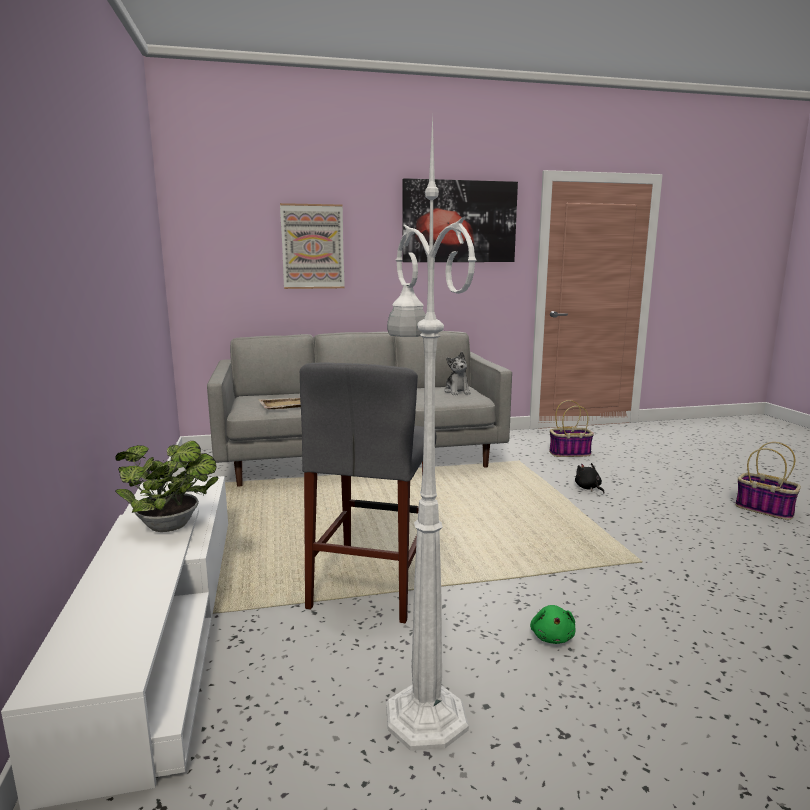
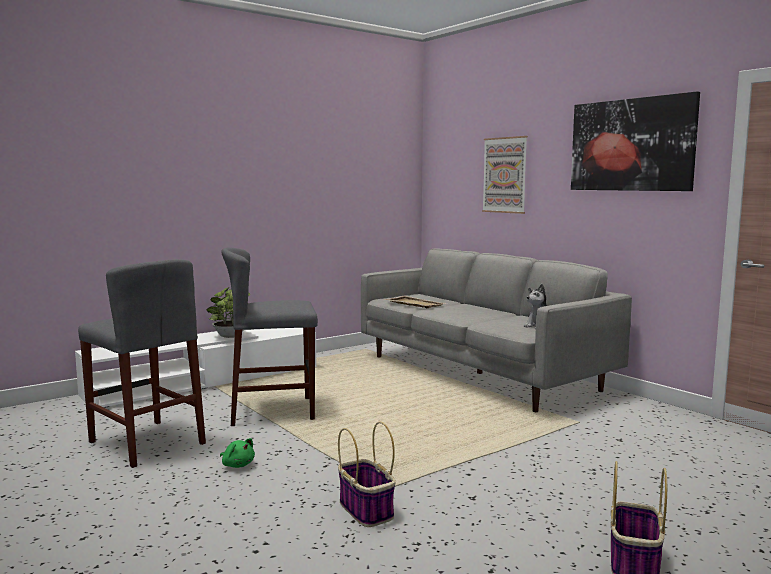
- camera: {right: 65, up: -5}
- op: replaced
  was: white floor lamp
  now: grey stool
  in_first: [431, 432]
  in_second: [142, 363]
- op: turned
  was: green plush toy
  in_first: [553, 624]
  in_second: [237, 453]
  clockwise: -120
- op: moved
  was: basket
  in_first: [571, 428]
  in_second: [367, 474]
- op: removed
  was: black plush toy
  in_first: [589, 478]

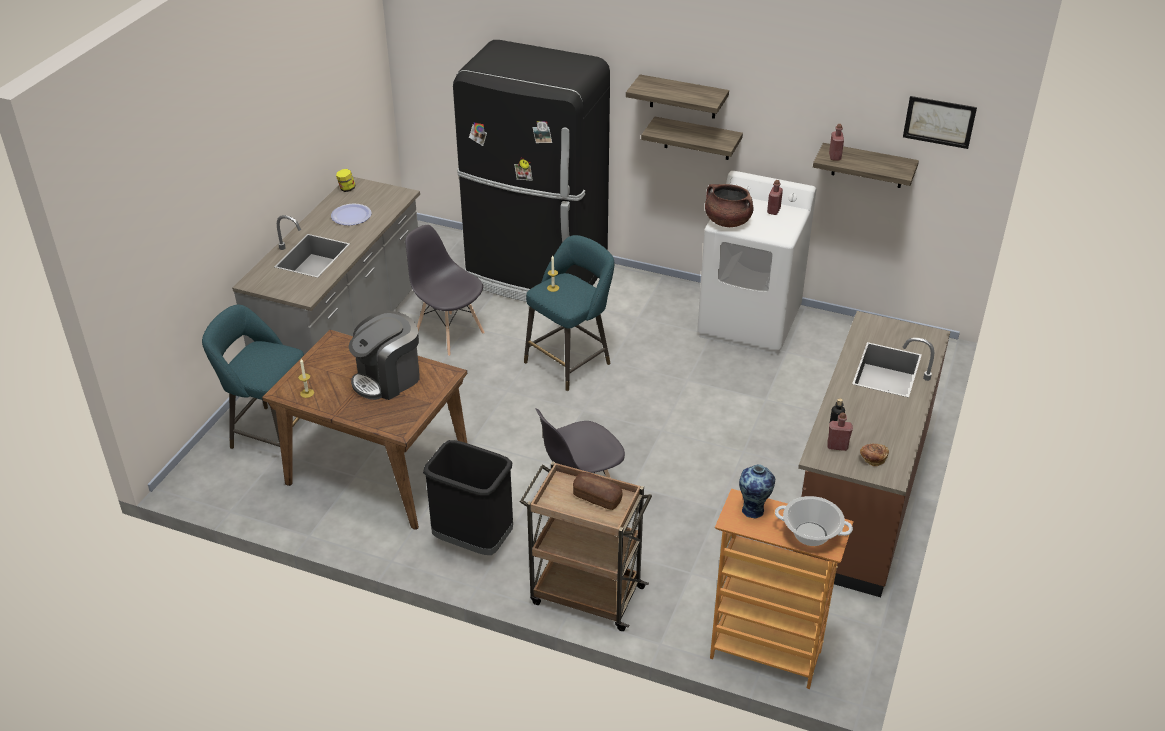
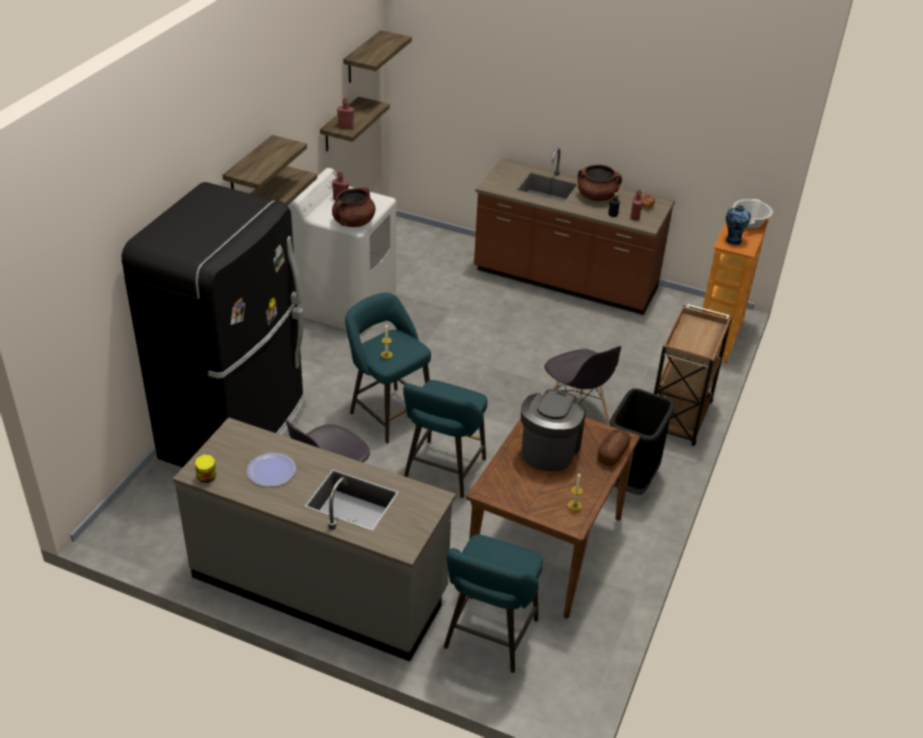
- camera: {right: -90, up: 0}
- op: turned
  was: coffee machine
  in_first: [384, 355]
  in_second: [553, 430]
  clockwise: -120
- op: moved
  was: bread
  in_first: [598, 491]
  in_second: [614, 448]
- op: replaced
  was: picture
  now: shelf
  in_first: [940, 122]
  in_second: [377, 56]
- op: added
  now: turquoise stool
  in_second: [445, 439]
- op: added
  now: brown cooking pot
  in_second: [600, 183]

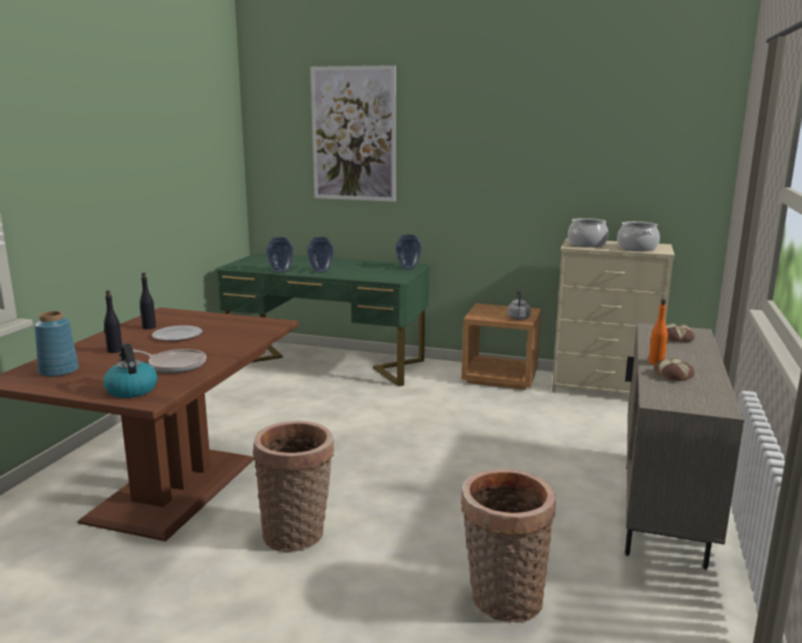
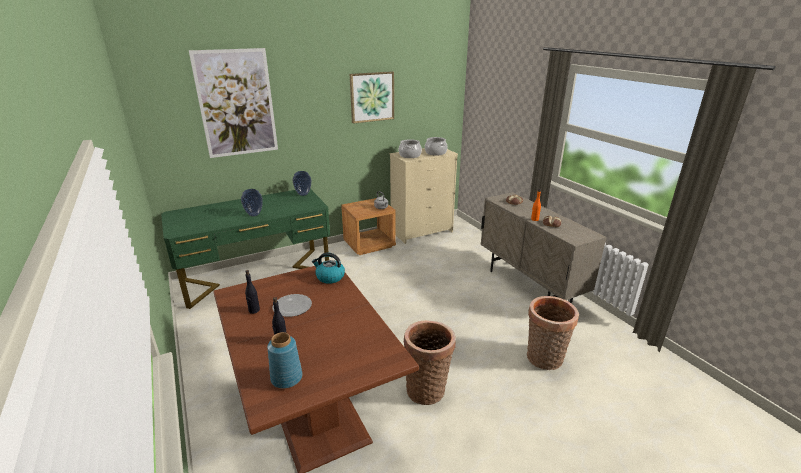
- camera: {right: -45, up: 10}
- op: moved
  was: kettle
  in_first: [130, 370]
  in_second: [328, 268]
- op: removed
  was: frying pan
  in_first: [169, 361]
- op: removed
  was: vase
  in_first: [280, 255]
- op: added
  now: picture
  in_second: [372, 97]

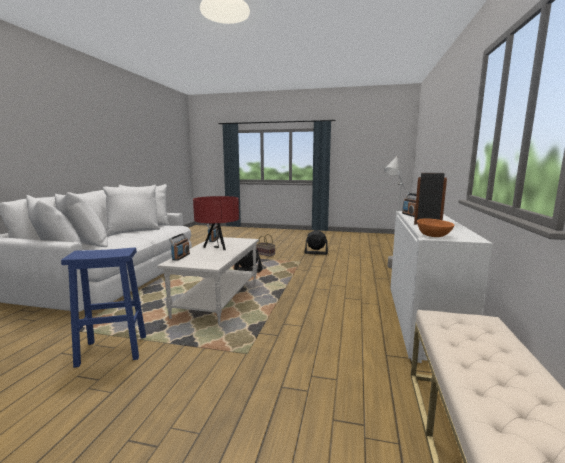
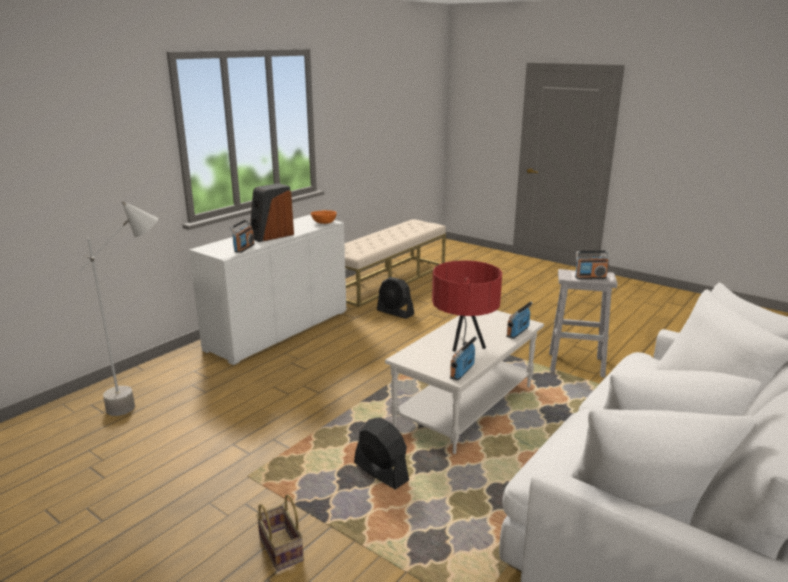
- camera: {right: -155, up: 10}
- op: recoloured
  was: blue stool
  now: white stool
  in_first: [103, 307]
  in_second: [583, 323]
- op: moved
  was: black fan
  in_first: [316, 242]
  in_second: [395, 298]
- op: added
  now: radio
  in_second: [592, 264]

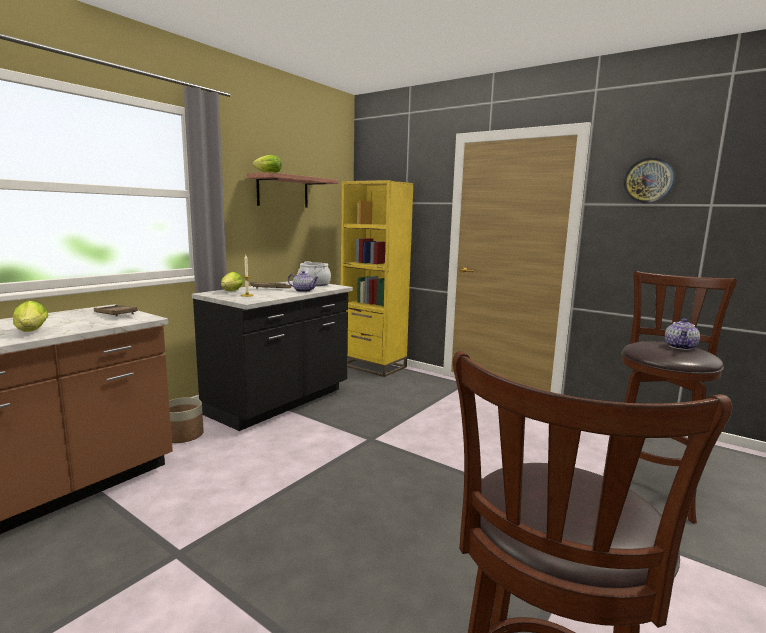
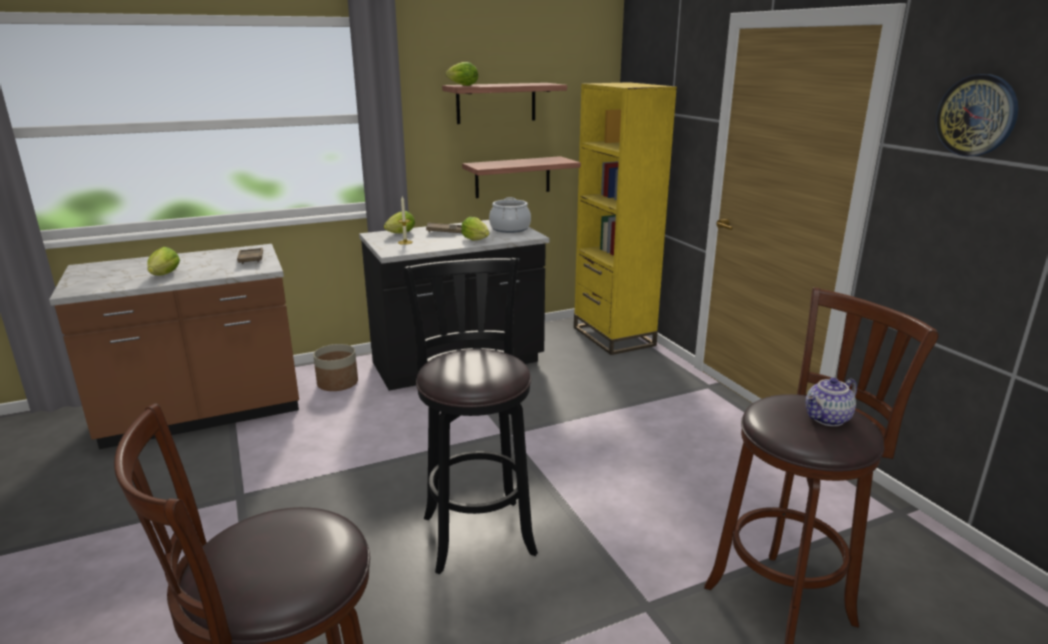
- camera: {right: 30, up: 10}
- op: replaced
  was: teapot
  now: lettuce
  in_first: [303, 281]
  in_second: [475, 229]
- op: added
  now: black stool
  in_second: [470, 416]
- op: added
  now: shelf
  in_second: [521, 177]

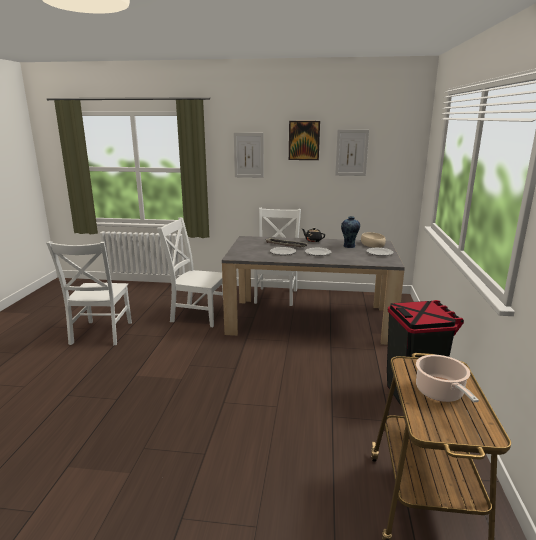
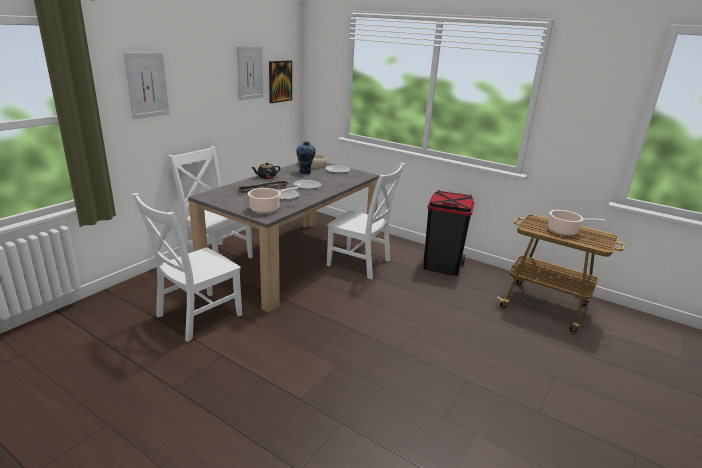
- camera: {right: -65, up: 5}
- op: moved
  was: white chair
  in_first: [89, 293]
  in_second: [366, 221]
- op: moved
  was: picture
  in_first: [304, 140]
  in_second: [280, 81]
- op: added
  now: cooking pot
  in_second: [273, 200]

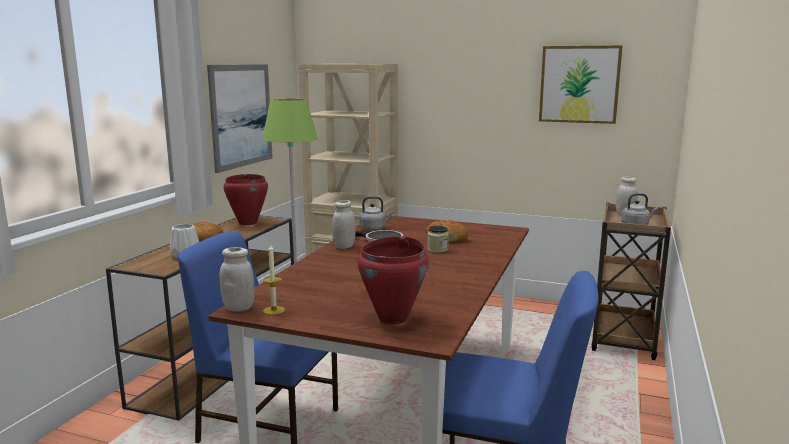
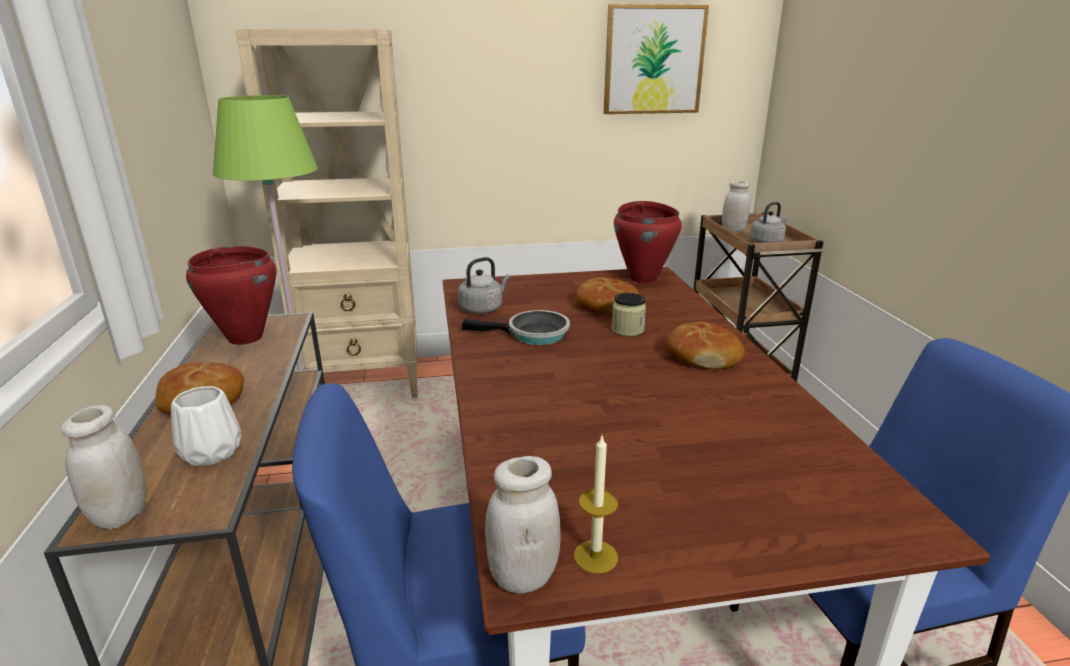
- camera: {right: -30, up: 10}
- op: removed
  was: picture
  in_first: [240, 118]
- op: moved
  was: white jar
  in_first: [344, 224]
  in_second: [103, 467]
- op: moved
  was: red cooking pot
  in_first: [393, 280]
  in_second: [648, 242]
- op: added
  now: bread
  in_second: [706, 345]

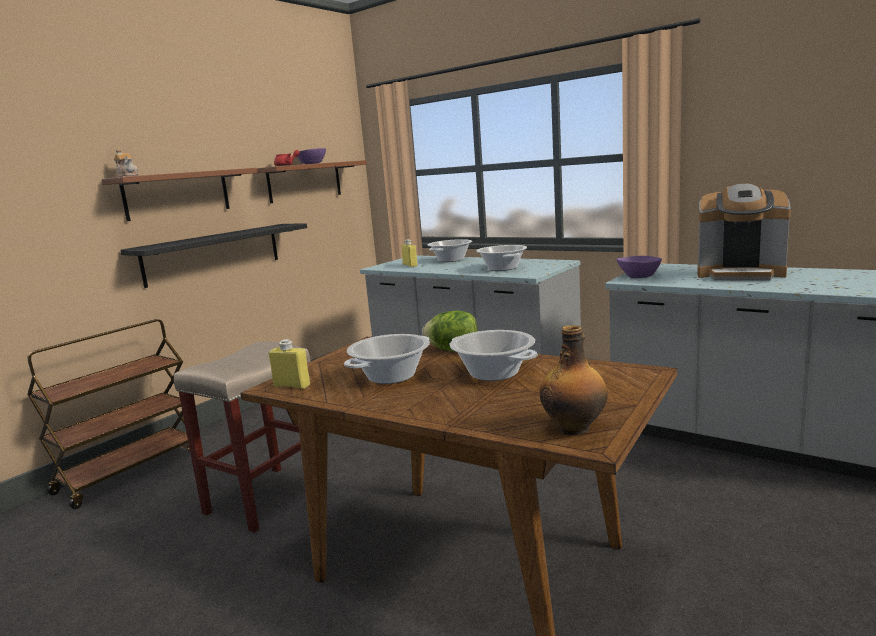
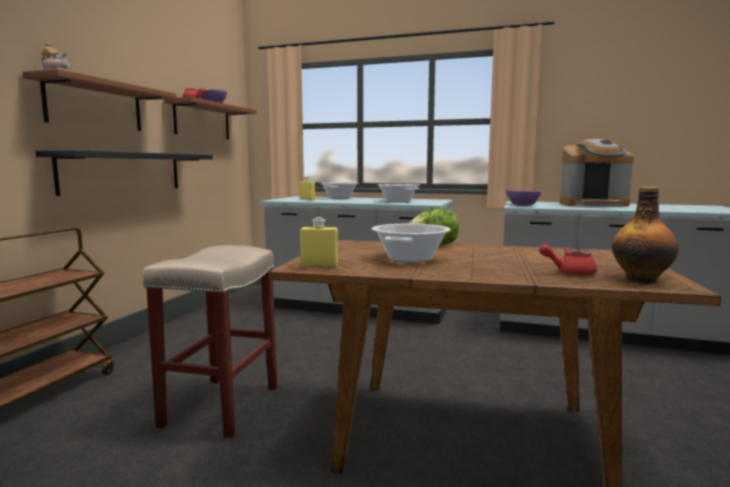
- camera: {right: -20, up: -5}
- op: removed
  was: cooking pot
  in_first: [493, 355]
- op: added
  now: red teapot
  in_second: [568, 260]

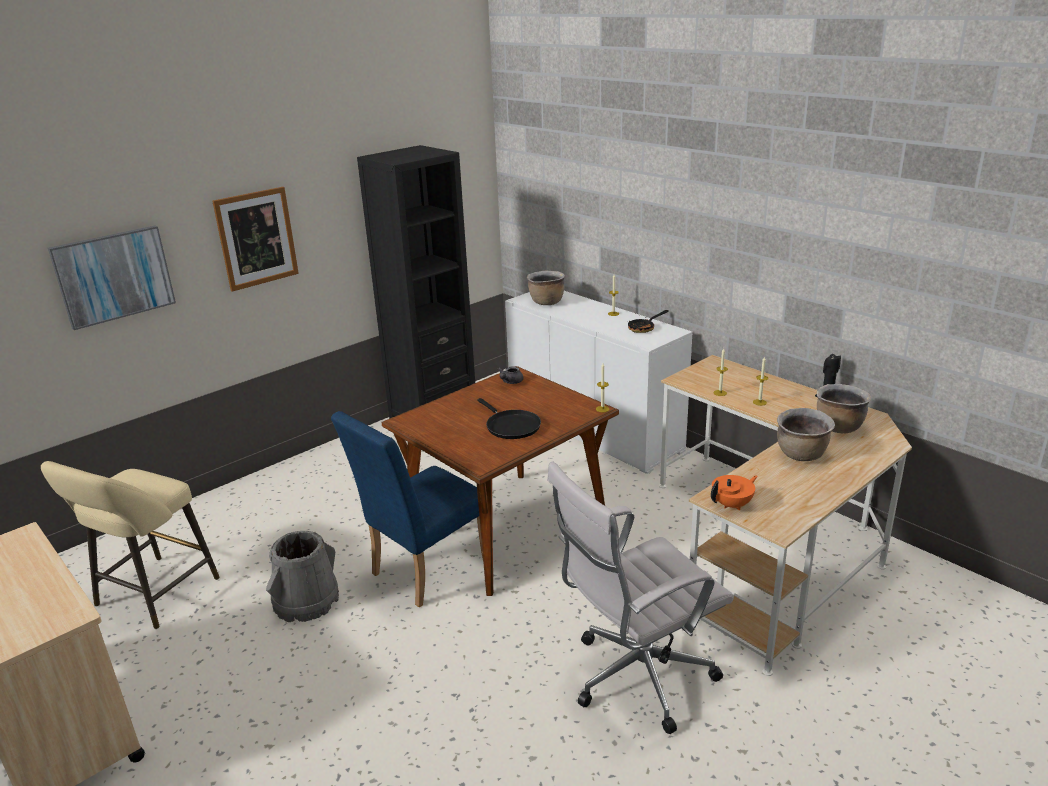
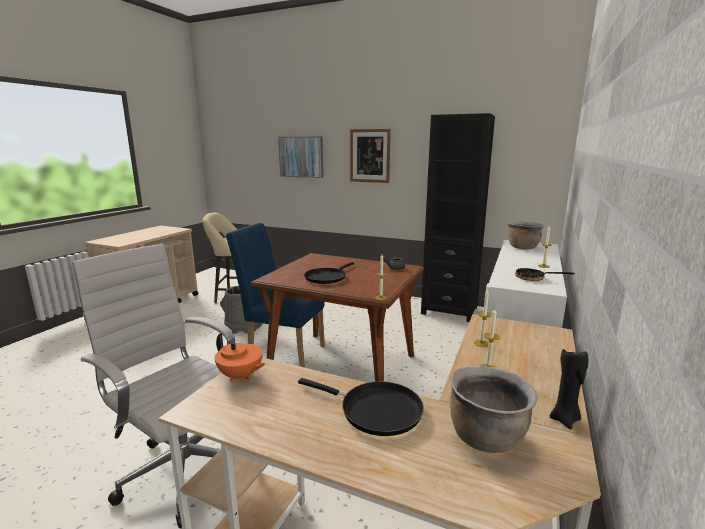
- camera: {right: 65, up: -10}
- op: replaced
  was: brown cooking pot
  now: black frying pan
  in_first: [806, 434]
  in_second: [361, 407]

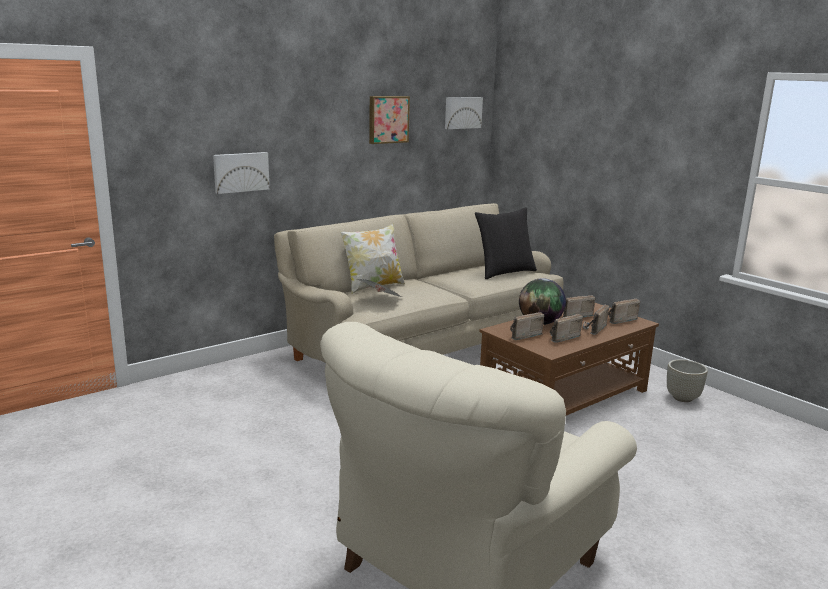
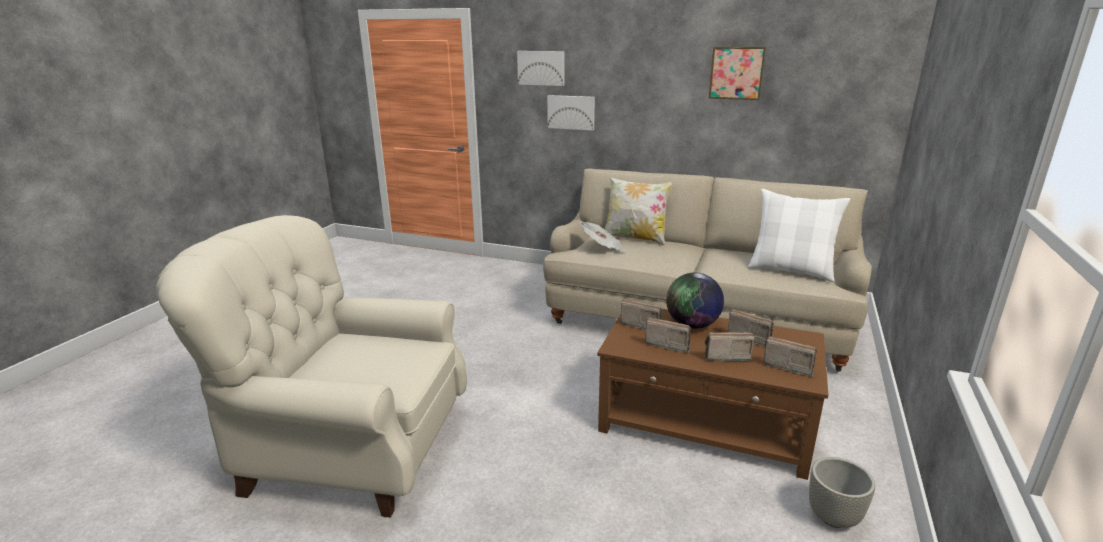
- camera: {right: 60, up: 5}
- op: moved
  was: picture
  in_first: [464, 113]
  in_second: [540, 68]
- op: recoloured
  was: black pillow
  now: white pillow
  in_first: [506, 243]
  in_second: [798, 235]

